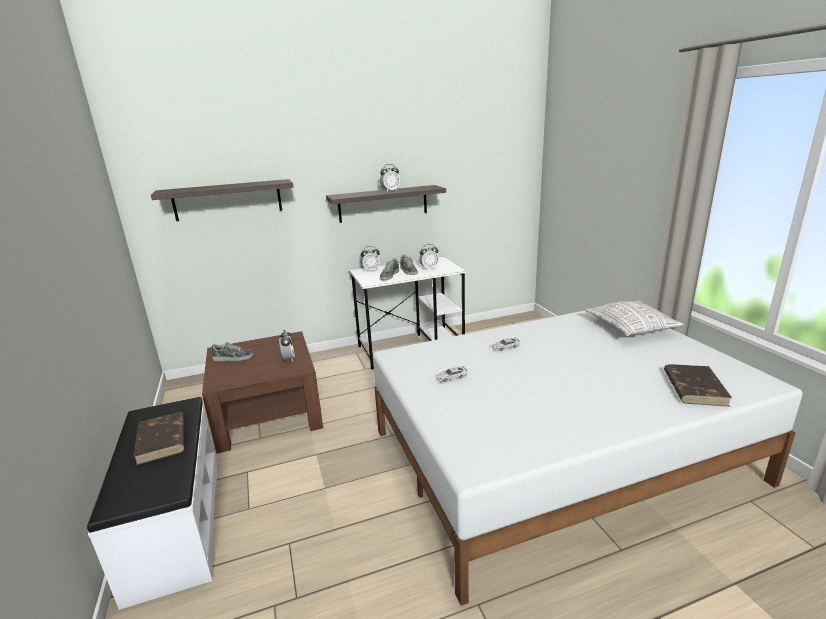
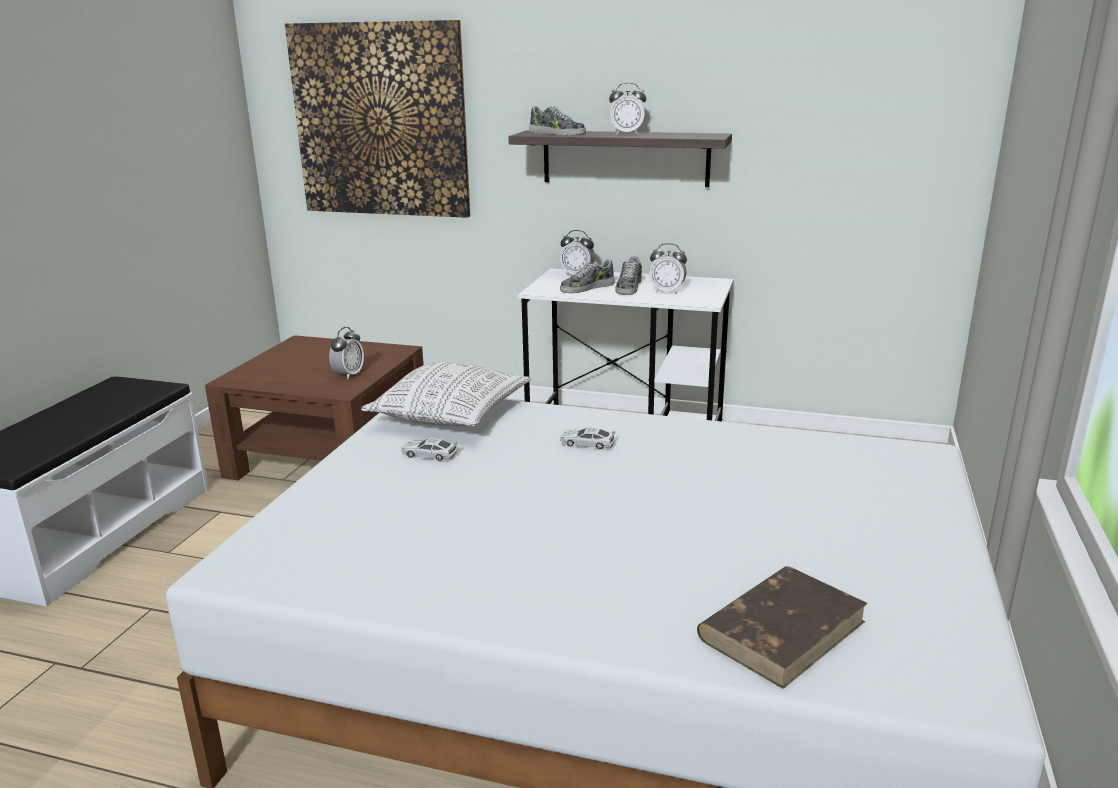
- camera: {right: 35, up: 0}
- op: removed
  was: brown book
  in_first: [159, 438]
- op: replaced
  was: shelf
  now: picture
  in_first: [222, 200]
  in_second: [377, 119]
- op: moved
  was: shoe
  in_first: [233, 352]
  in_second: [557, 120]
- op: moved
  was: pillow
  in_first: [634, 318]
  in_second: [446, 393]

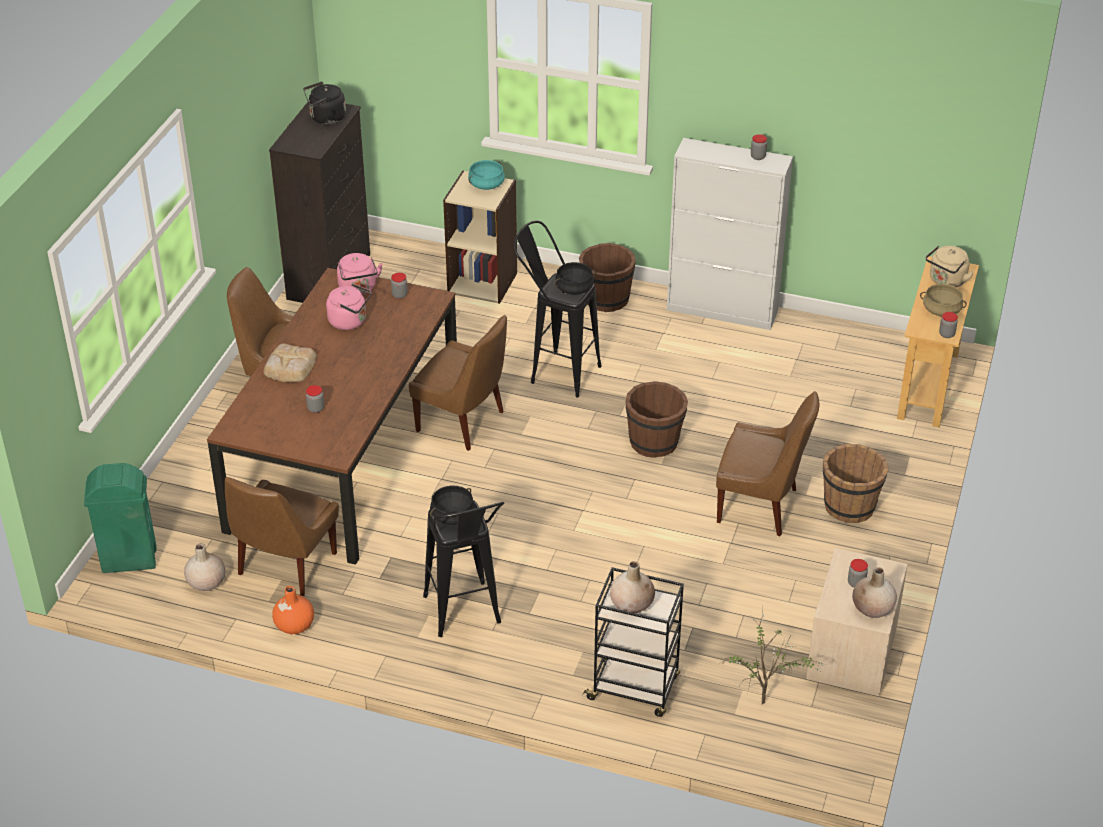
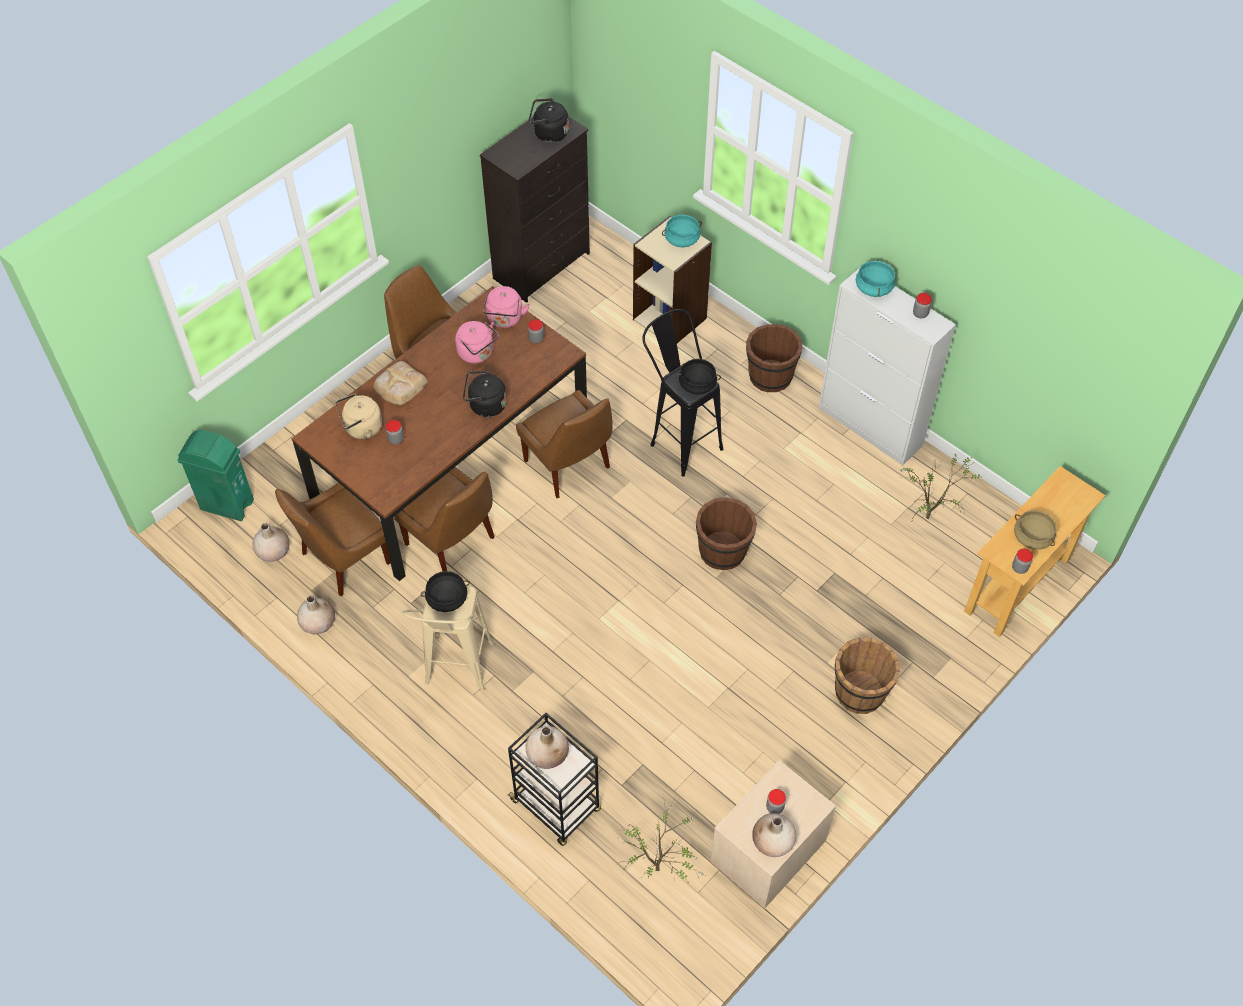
- camera: {right: 25, up: 15}
- op: recoloured
  was: orange vase
  now: beige vase
  in_first: [293, 610]
  in_second: [316, 615]
- op: recoloured
  was: black stool
  now: beige stool
  in_first: [463, 568]
  in_second: [447, 638]
- op: moved
  was: brown chair
  in_first: [767, 463]
  in_second: [444, 519]
- op: moved
  was: beige kettle
  in_first: [950, 266]
  in_second: [358, 416]
- op: added
  now: black kettle
  in_second: [485, 394]
- op: added
  now: turquoise cooking pot
  in_second: [875, 278]
- op: added
  now: potted plant
  in_second: [940, 487]

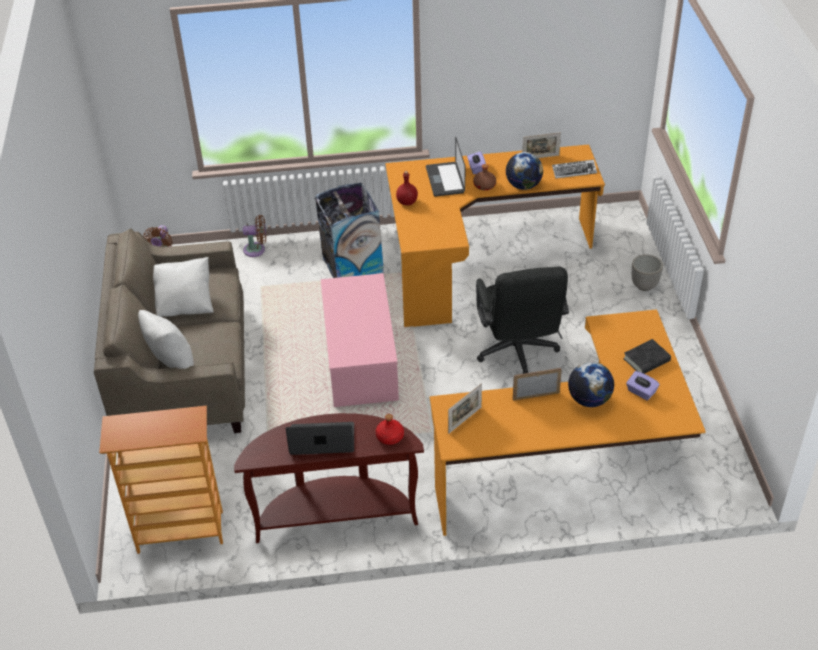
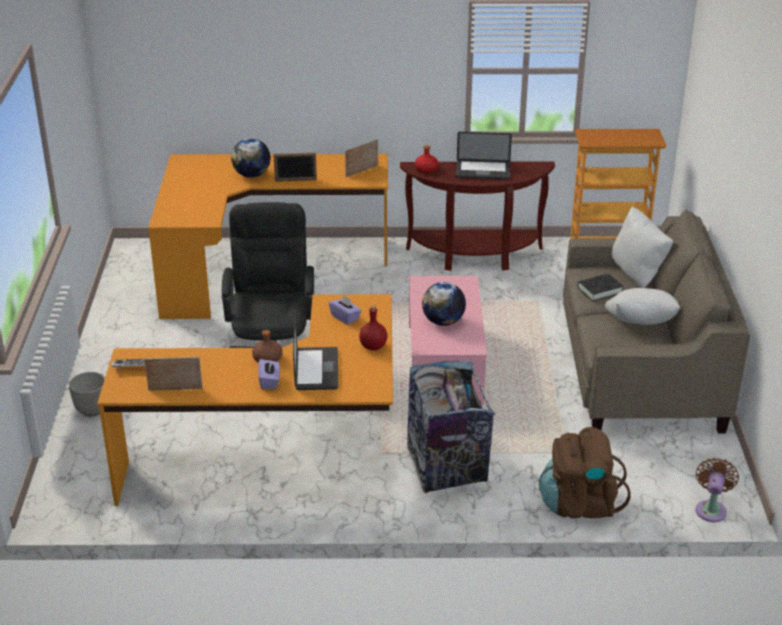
- camera: {right: -175, up: -10}
- op: replaced
  was: brown fan
  now: brown backpack
  in_first: [254, 236]
  in_second: [585, 472]
- op: moved
  was: globe
  in_first: [524, 171]
  in_second: [444, 304]
- op: moved
  was: black book
  in_first: [647, 356]
  in_second: [600, 287]
- op: moved
  was: purple tissue box
  in_first: [643, 386]
  in_second: [345, 310]

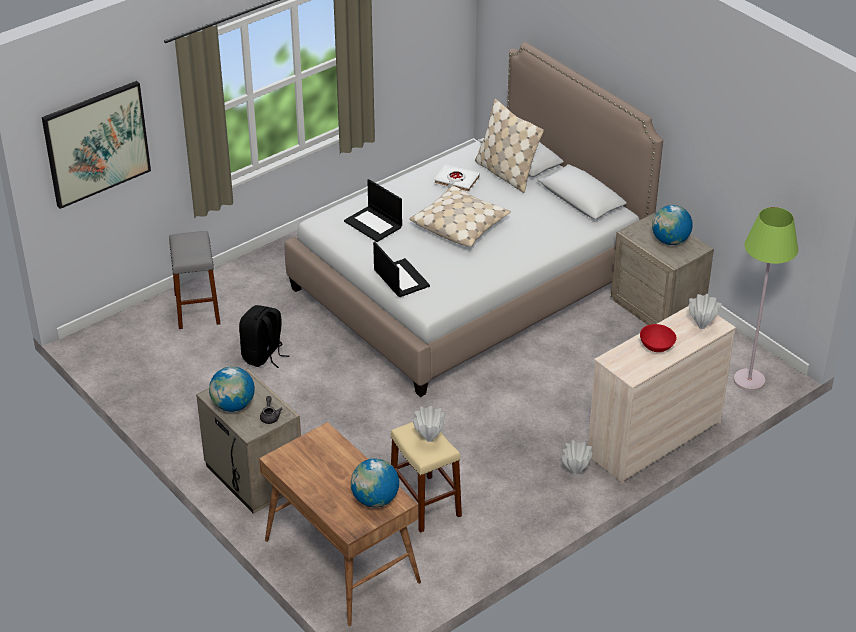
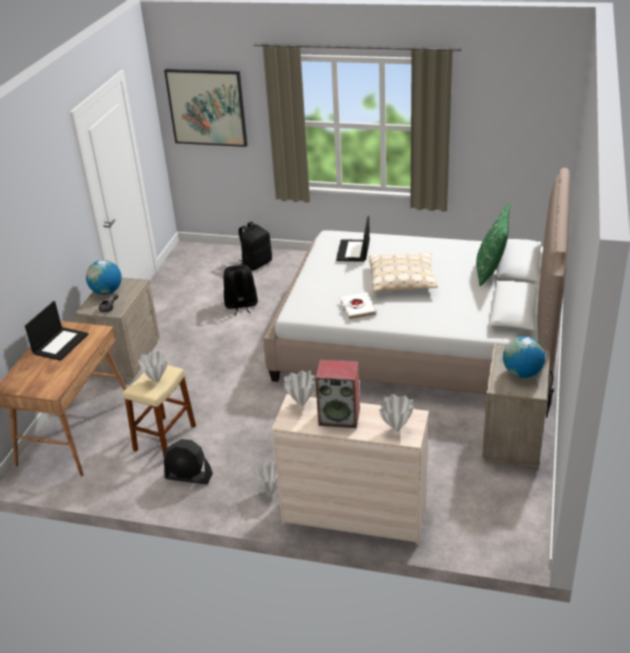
- camera: {right: 55, up: -5}
- op: replaced
  was: grey stool
  now: black backpack
  in_first: [195, 280]
  in_second: [255, 246]
- op: removed
  was: globe
  in_first: [375, 482]
- op: moved
  was: laptop
  in_first: [401, 269]
  in_second: [56, 331]
- op: moved
  was: white book
  in_first: [457, 178]
  in_second: [358, 306]
- op: recoloured
  was: beige pillow
  now: green pillow
  in_first: [509, 146]
  in_second: [493, 244]
- op: replaced
  was: red bowl
  now: speaker
  in_first: [658, 338]
  in_second: [337, 393]
- op: removed
  was: green floor lamp
  in_first: [766, 299]
- op: added
  now: black fan
  in_second: [188, 461]
- op: added
  now: white vase
  in_second: [300, 388]

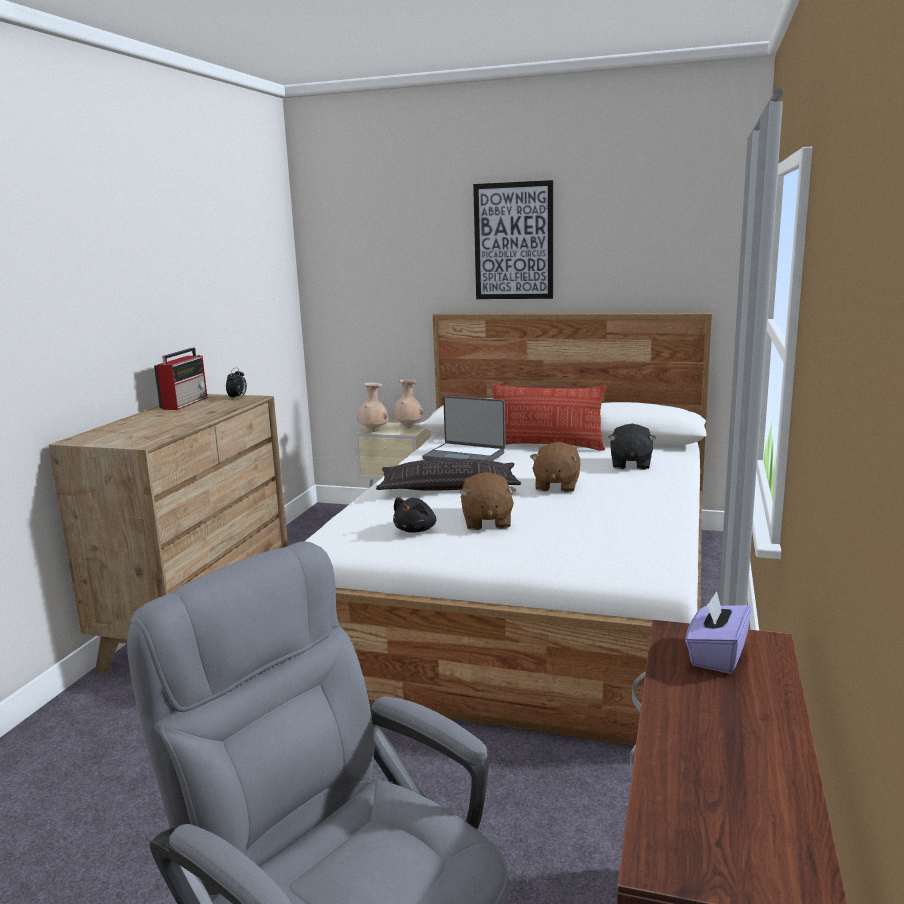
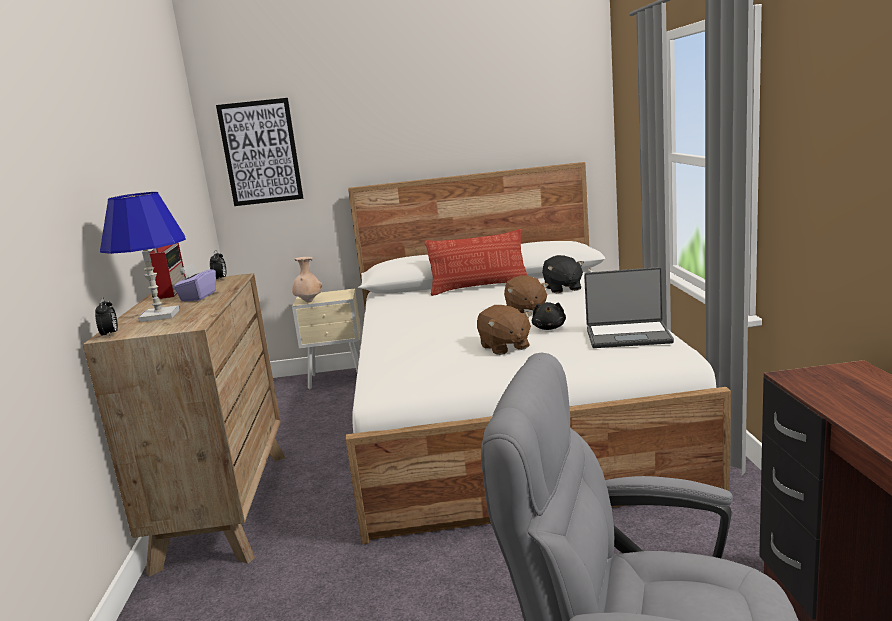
- camera: {right: -20, up: 0}
- op: removed
  was: pillow
  in_first: [448, 475]
- op: removed
  was: beige vase
  in_first: [408, 403]
- op: moved
  was: black plush toy
  in_first: [414, 515]
  in_second: [549, 316]
- op: moved
  was: laptop
  in_first: [464, 428]
  in_second: [629, 307]
- op: moved
  was: picture
  in_first: [513, 239]
  in_second: [259, 152]
- op: moved
  was: purple tissue box
  in_first: [718, 632]
  in_second: [194, 282]
- op: added
  now: alarm clock
  in_second: [106, 316]
- op: added
  now: blue table lamp
  in_second: [143, 257]

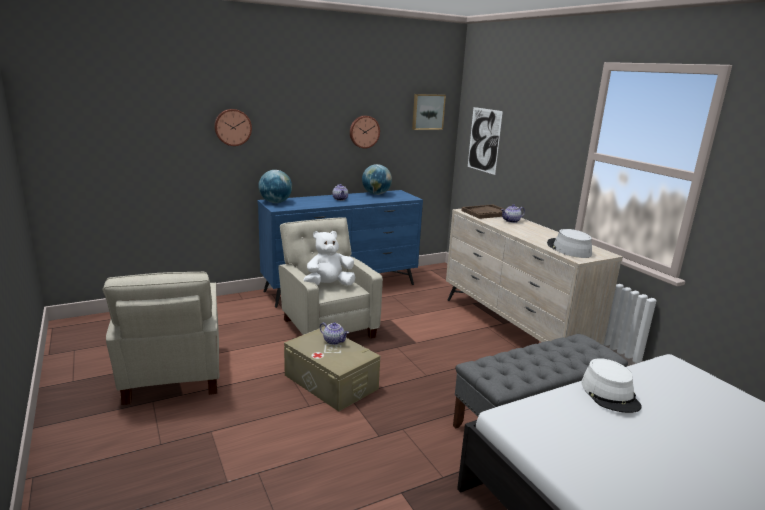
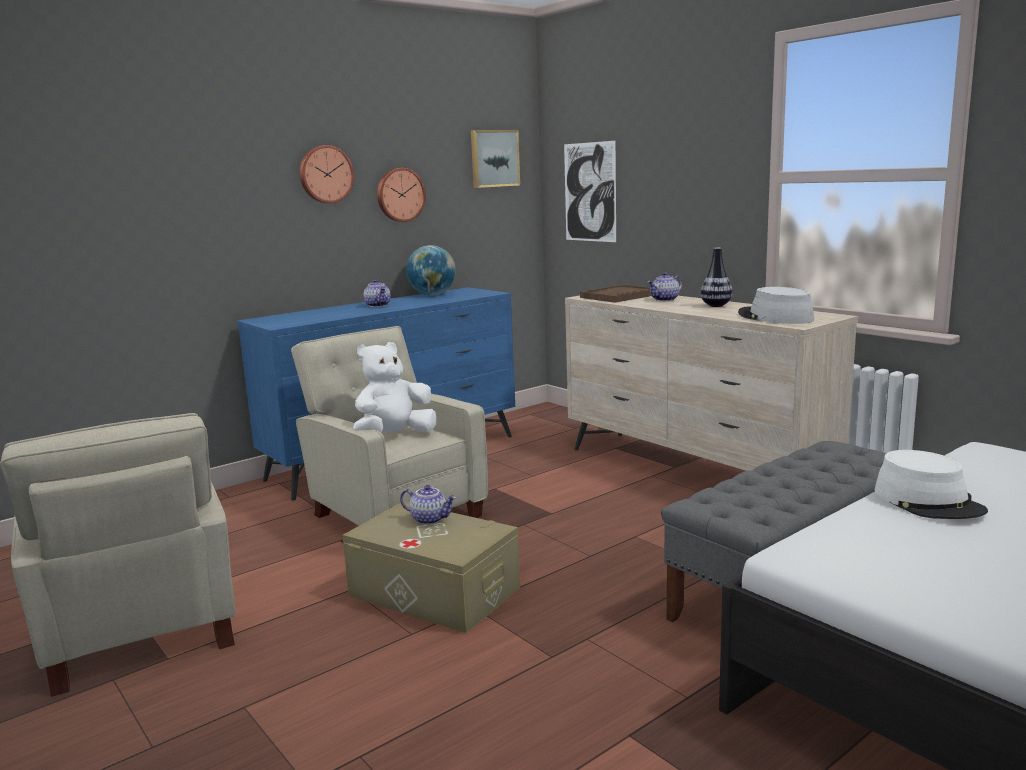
- camera: {right: -10, up: -5}
- op: moved
  was: wall clock
  in_first: [233, 127]
  in_second: [327, 174]
- op: removed
  was: globe
  in_first: [275, 186]
- op: added
  now: vase
  in_second: [717, 277]

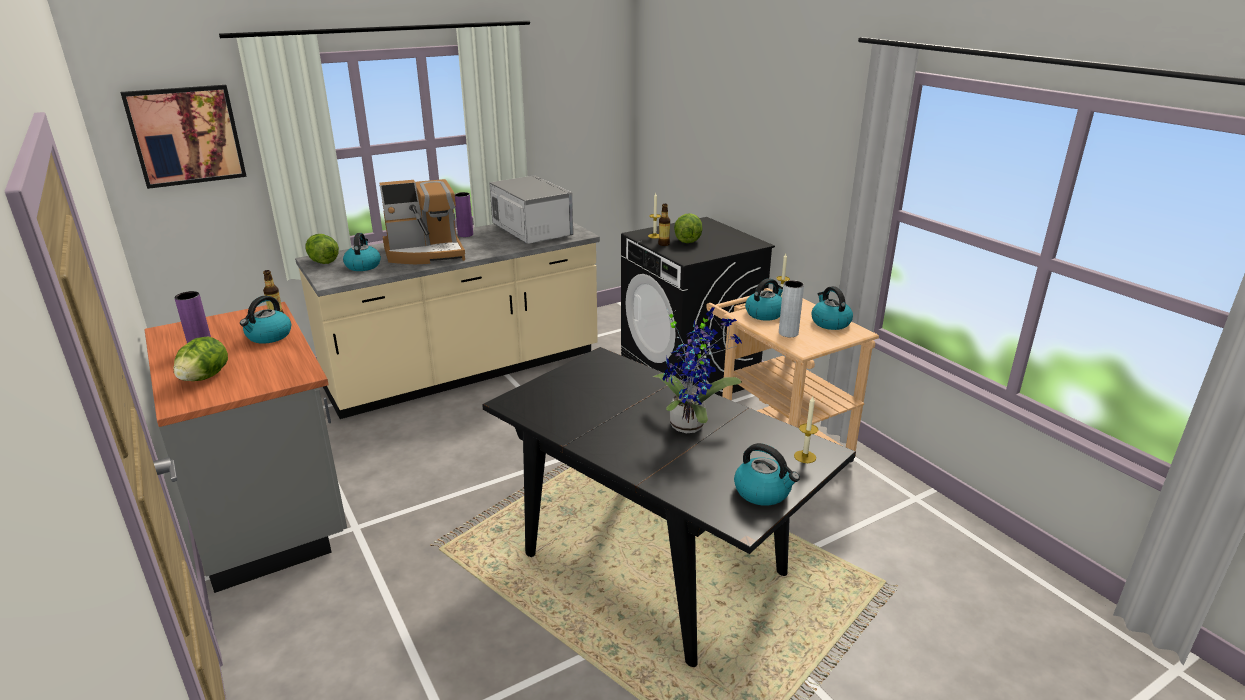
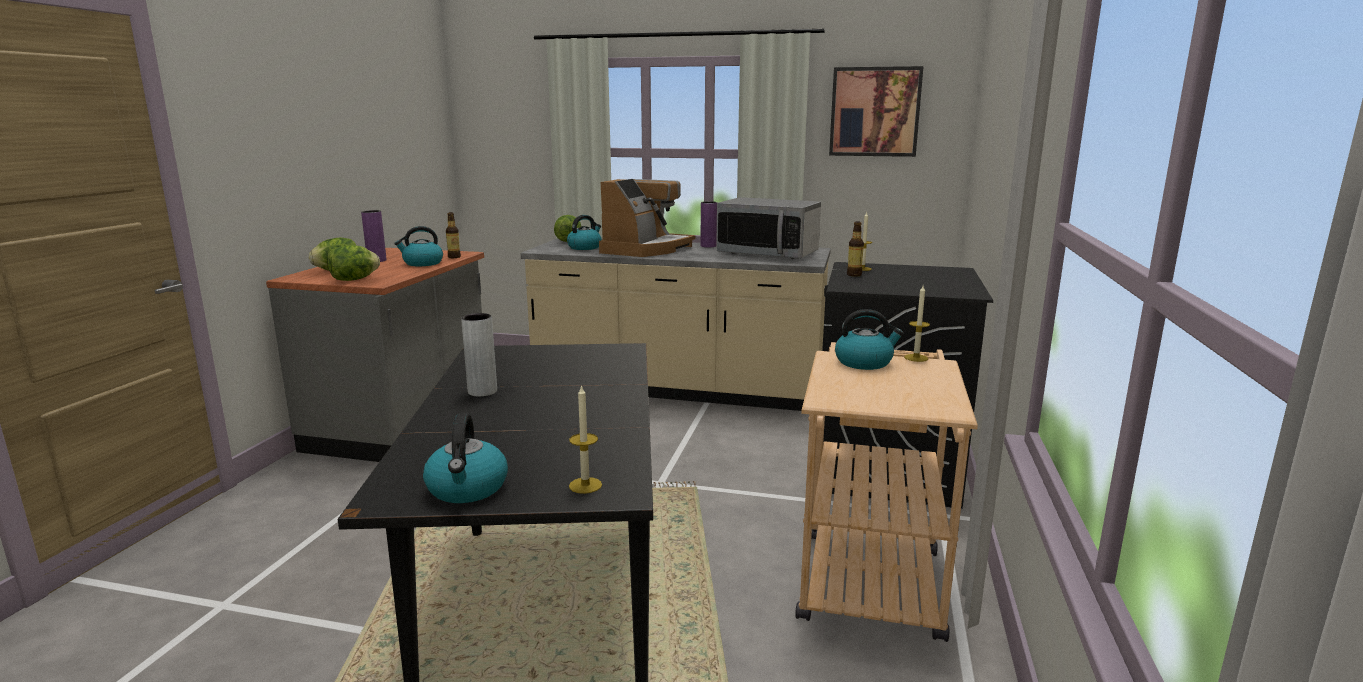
- camera: {right: 45, up: -10}
- op: moved
  was: picture
  in_first: [183, 137]
  in_second: [876, 111]
- op: turned
  was: coffee machine
  in_first: [422, 221]
  in_second: [647, 218]
  clockwise: -90
- op: turned
  was: microwave
  in_first: [531, 209]
  in_second: [768, 228]
  clockwise: 105
- op: removed
  was: potted plant
  in_first: [697, 370]
- op: moved
  was: lettuce
  in_first: [688, 228]
  in_second: [353, 263]
- op: moved
  was: grey vase
  in_first: [791, 308]
  in_second: [479, 355]
- op: removed
  was: kettle
  in_first: [832, 308]

